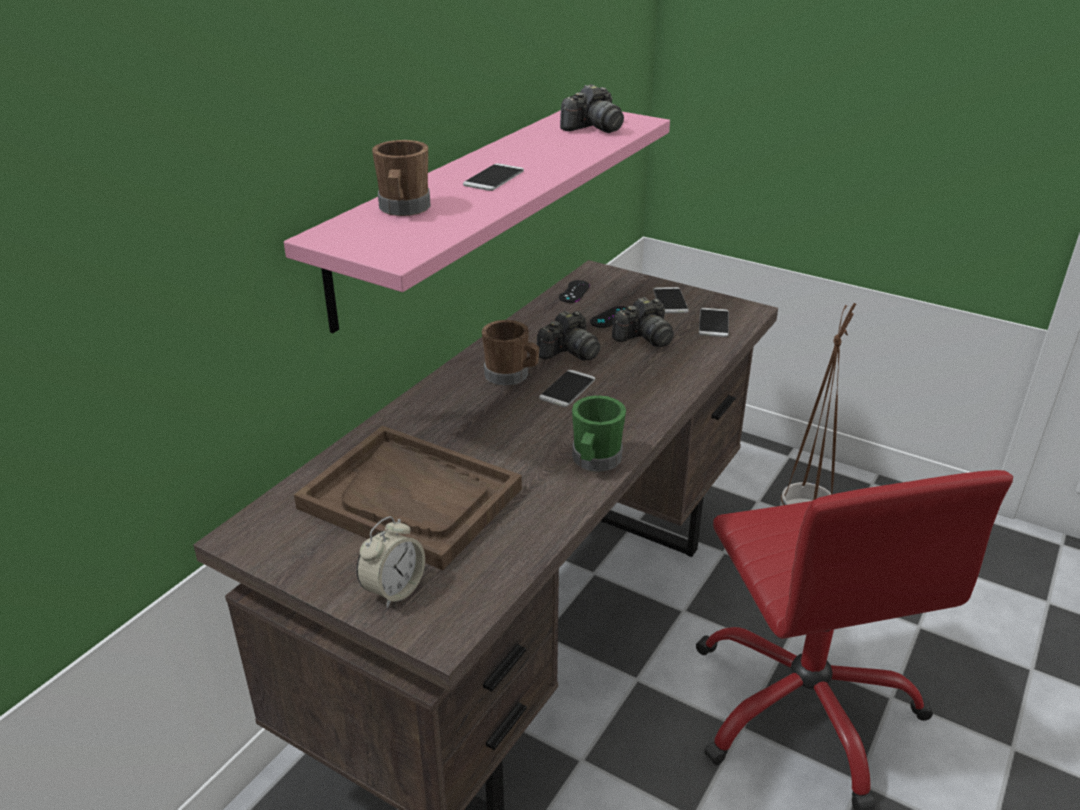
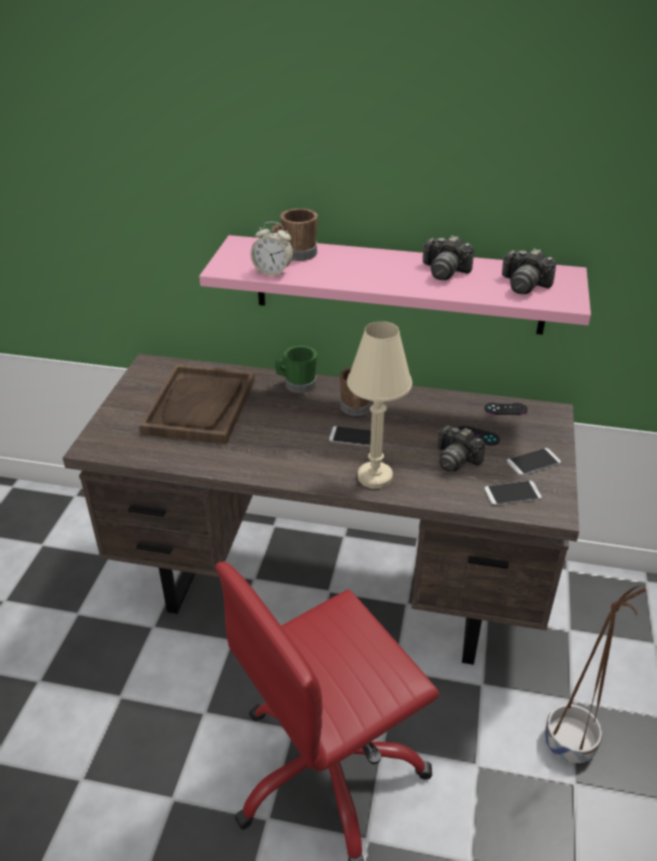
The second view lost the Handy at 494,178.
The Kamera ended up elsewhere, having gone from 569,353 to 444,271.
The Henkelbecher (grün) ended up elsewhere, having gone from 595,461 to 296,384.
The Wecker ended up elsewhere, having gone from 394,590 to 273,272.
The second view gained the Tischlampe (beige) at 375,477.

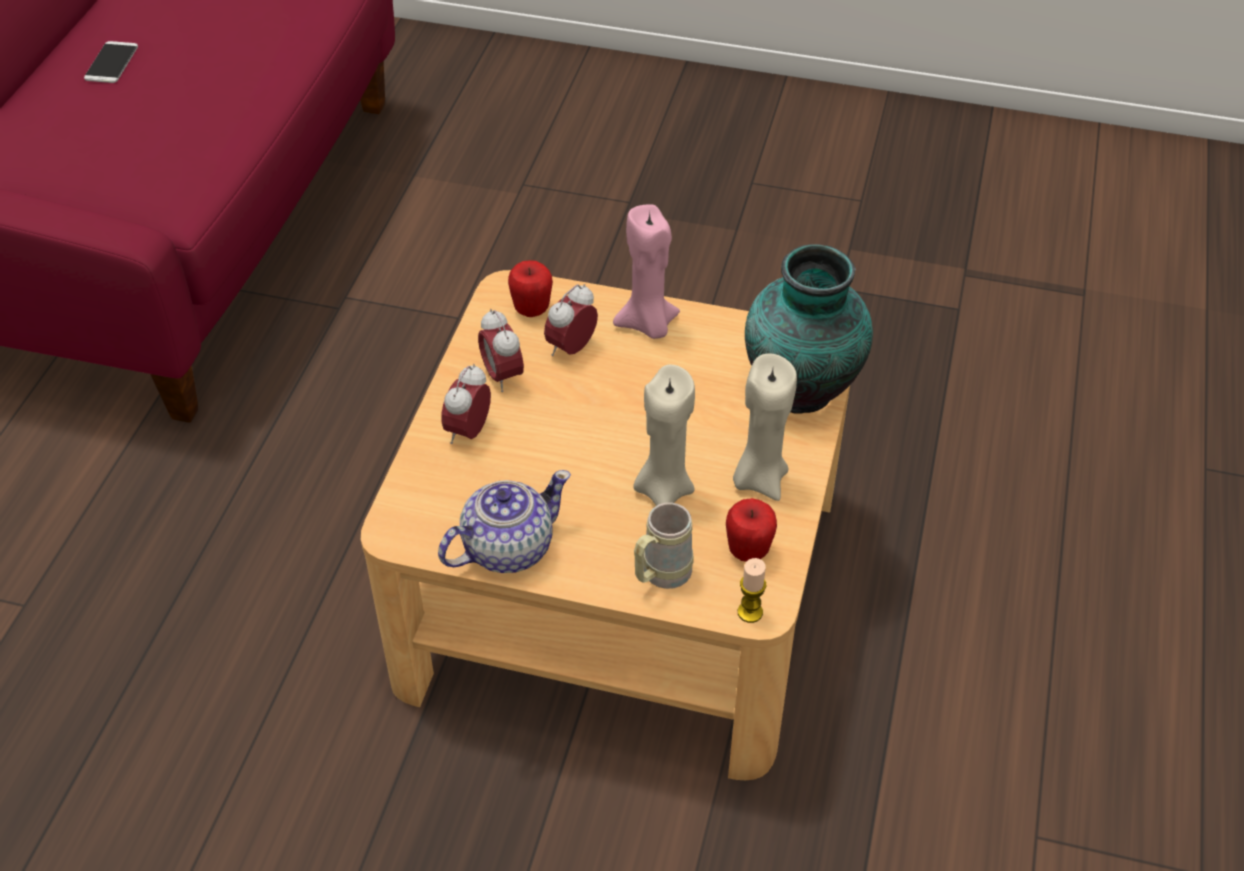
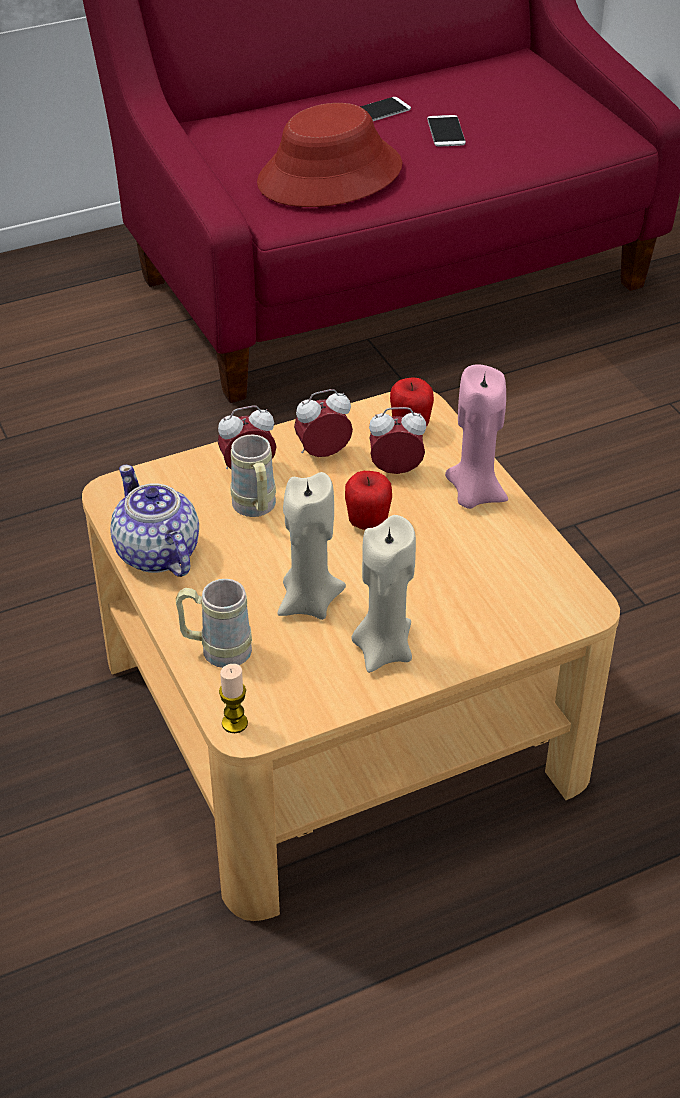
The second view lost the Vase at 803,388.
The Wecker at 502,376 ended up facing another way, 45 degrees clockwise from before.
The Teekanne at 506,548 ended up facing another way, 135 degrees counterclockwise from before.
The Apfel ended up elsewhere, having gone from 748,551 to 367,523.
The second view gained the Hut (rot) at 330,176.
The second view gained the Handy at 446,132.
The second view gained the Henkelbecher (beige) at 256,510.

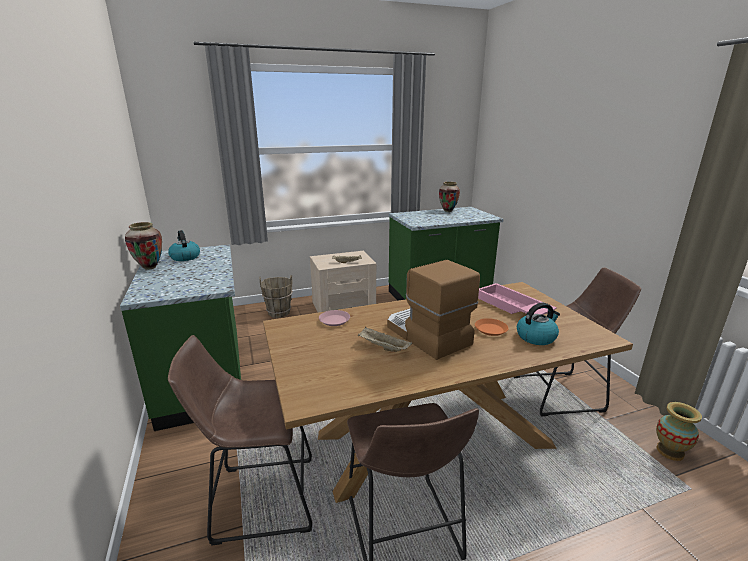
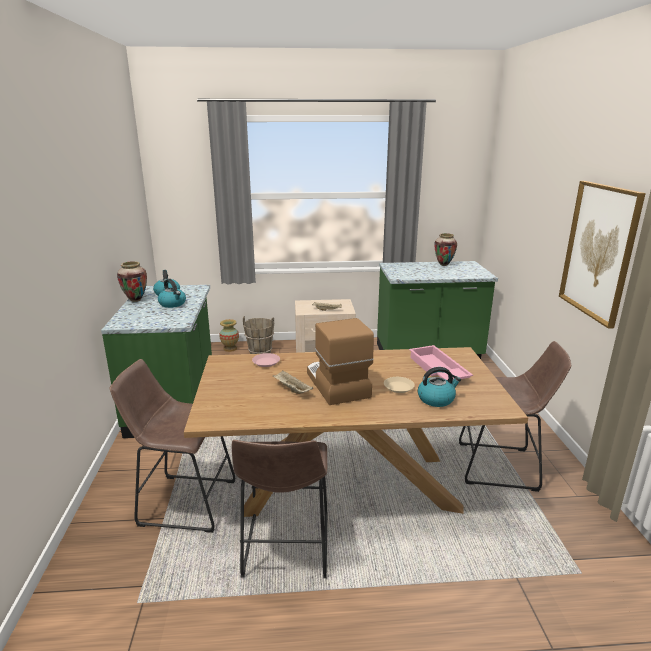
What was the Teller (orange) at 490,329 turned into the Teller (beige) at 398,387.
The Vase ended up elsewhere, having gone from 669,451 to 230,348.
The second view gained the Bild at 599,251.
The second view gained the Wasserkessel at 173,304.

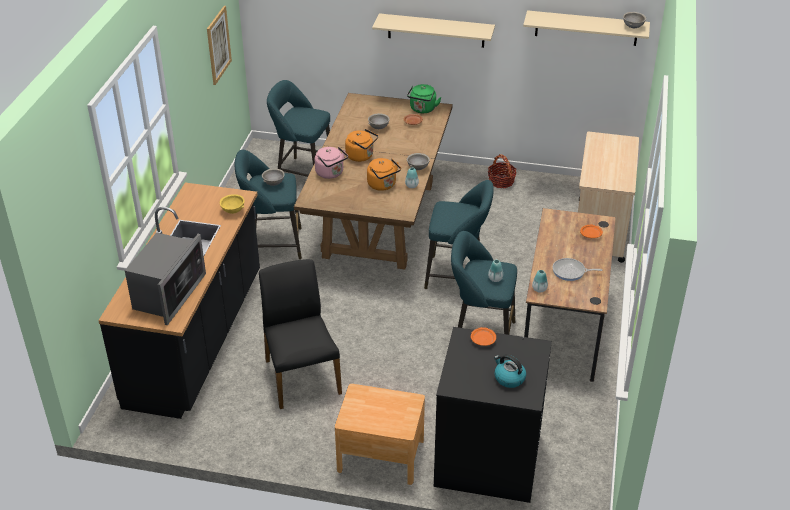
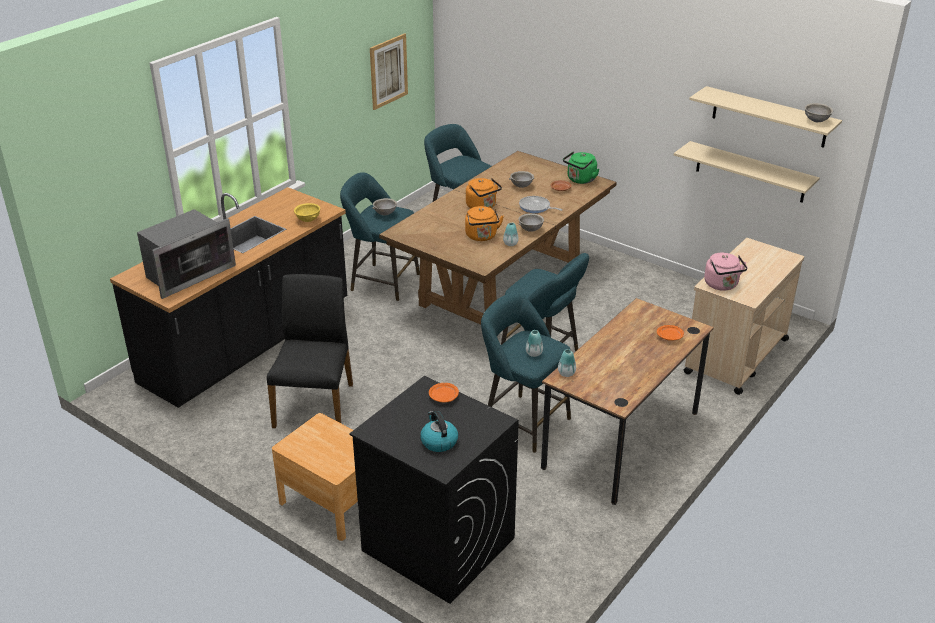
The Wandregal (beige) ended up elsewhere, having gone from 436,30 to 750,172.
The Wasserkessel (rosa) ended up elsewhere, having gone from 331,173 to 722,285.
The second view lost the Korb at 501,181.
The Pfanne ended up elsewhere, having gone from 570,272 to 536,207.

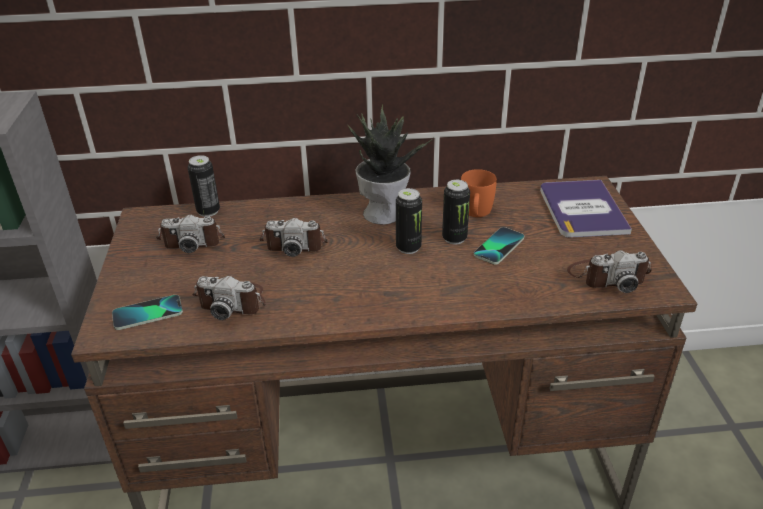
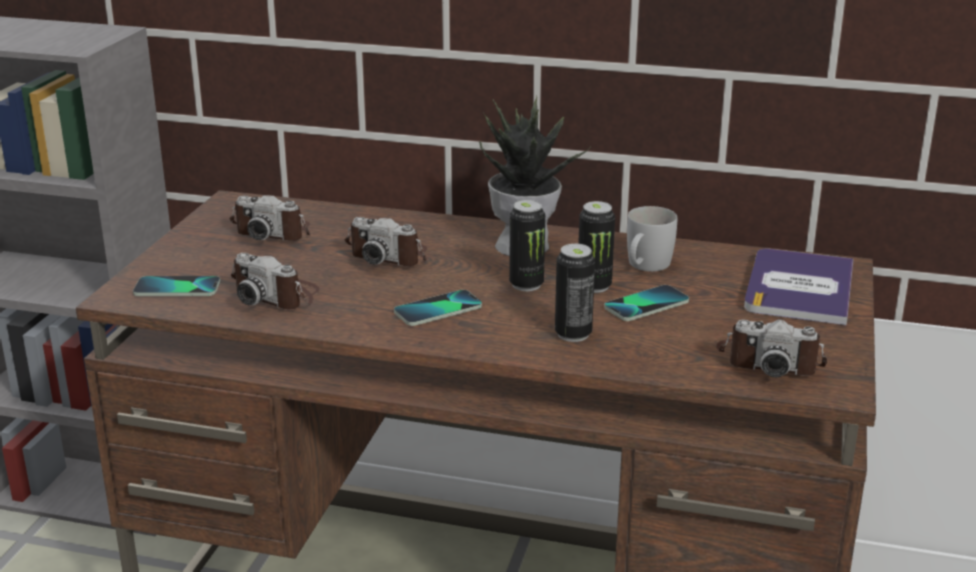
The Dose ended up elsewhere, having gone from 208,211 to 573,334.
What was the Henkelbecher (orange) at 476,213 turned into the Henkelbecher (weiß) at 645,267.
The second view gained the Handy at 438,310.

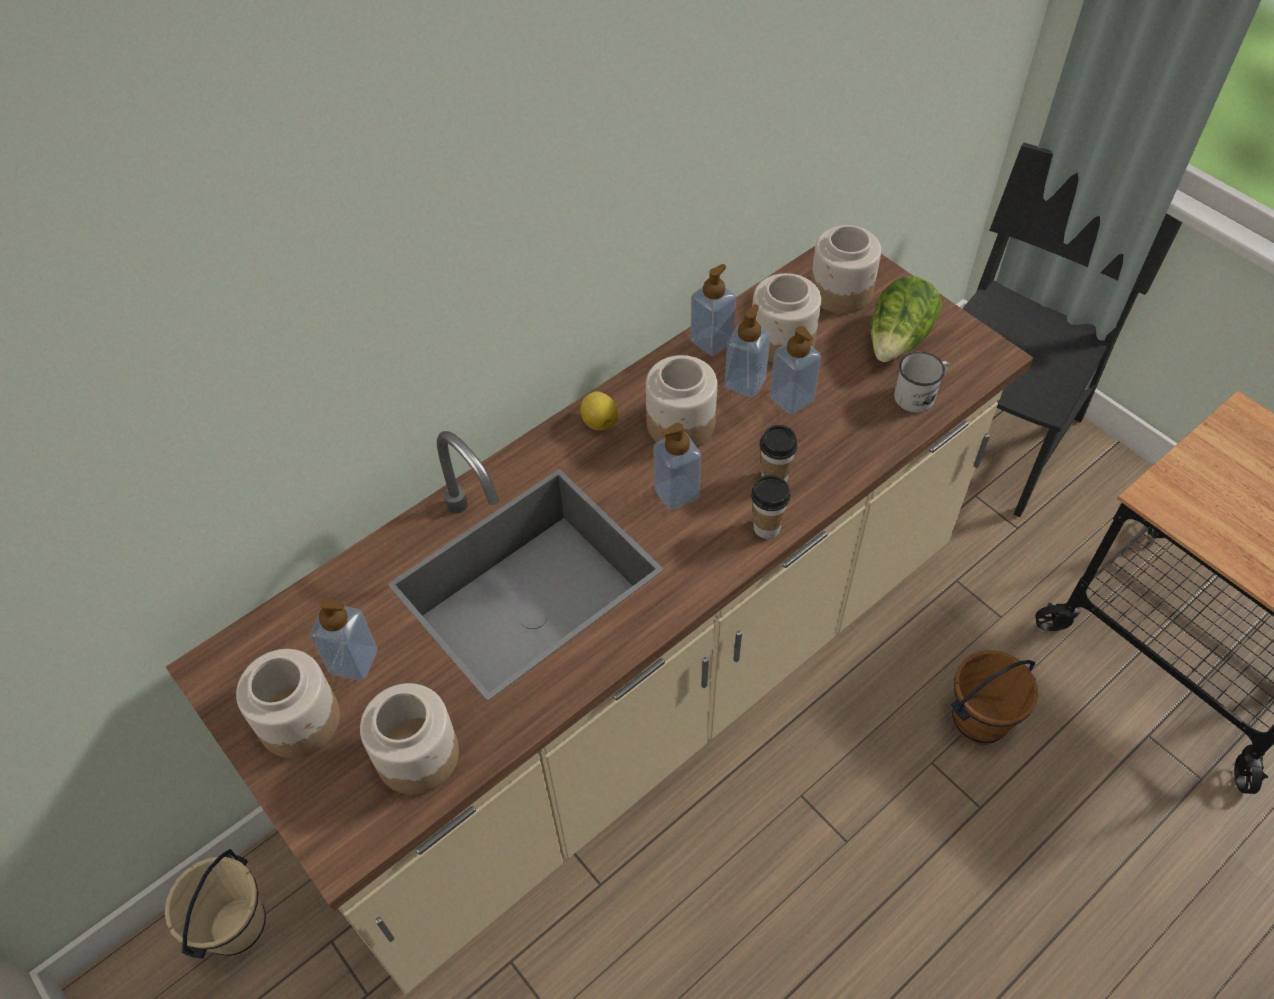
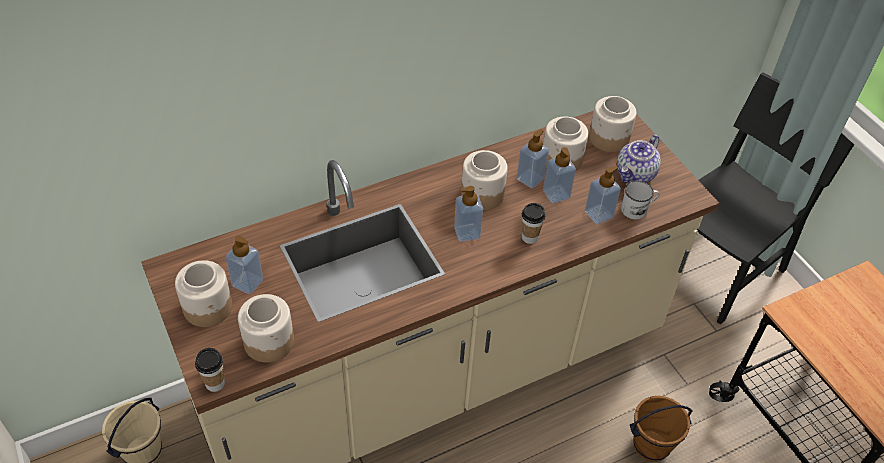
The Seifenspender ended up elsewhere, having gone from 711,341 to 598,214.
Where the Salatkopf stood at 898,340, the Teekanne came to stand at 635,174.
The second view lost the Zitrone at 599,421.
The Tasse ended up elsewhere, having gone from 766,528 to 215,383.

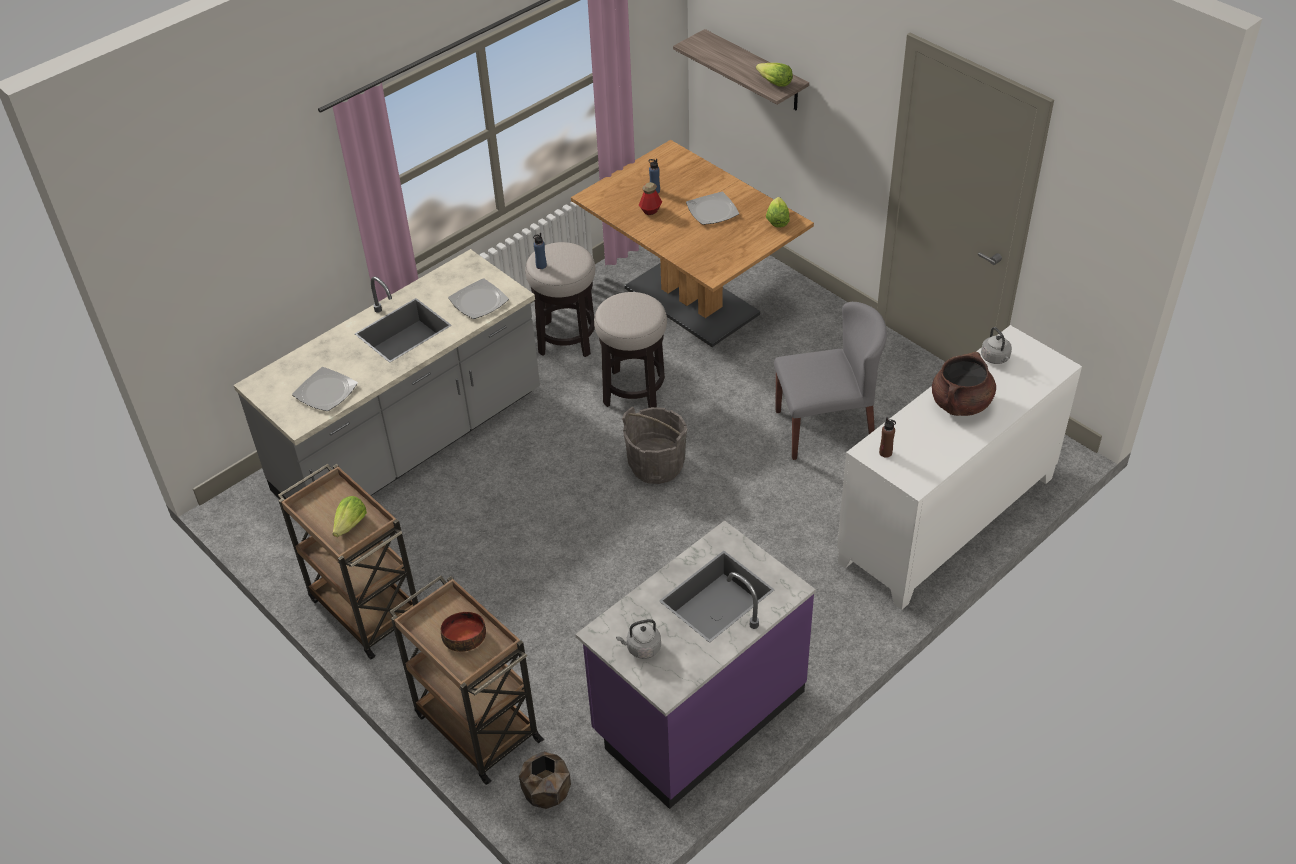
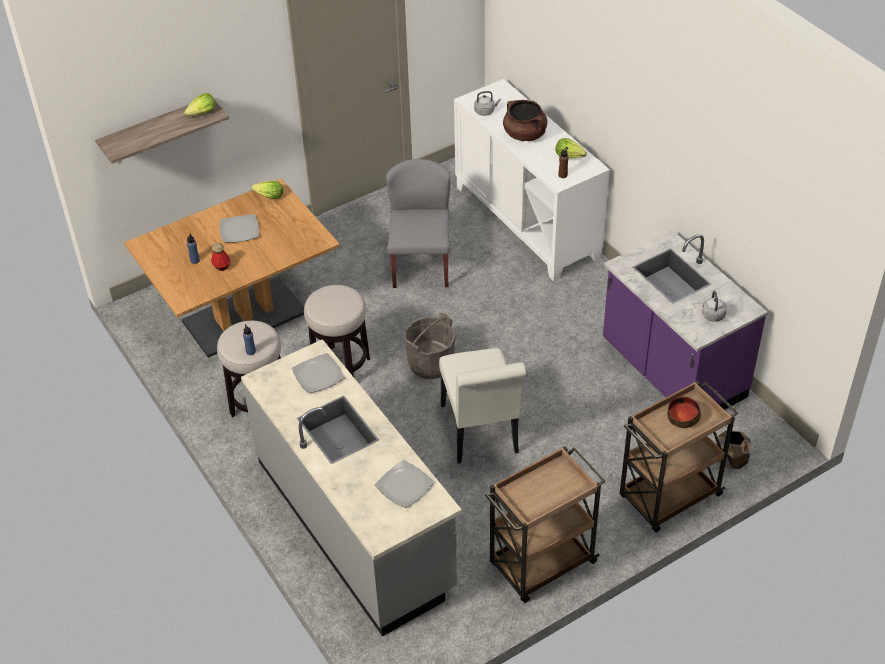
The Salatkopf ended up elsewhere, having gone from 351,524 to 569,155.
The second view gained the Stuhl (weiß) at 481,434.

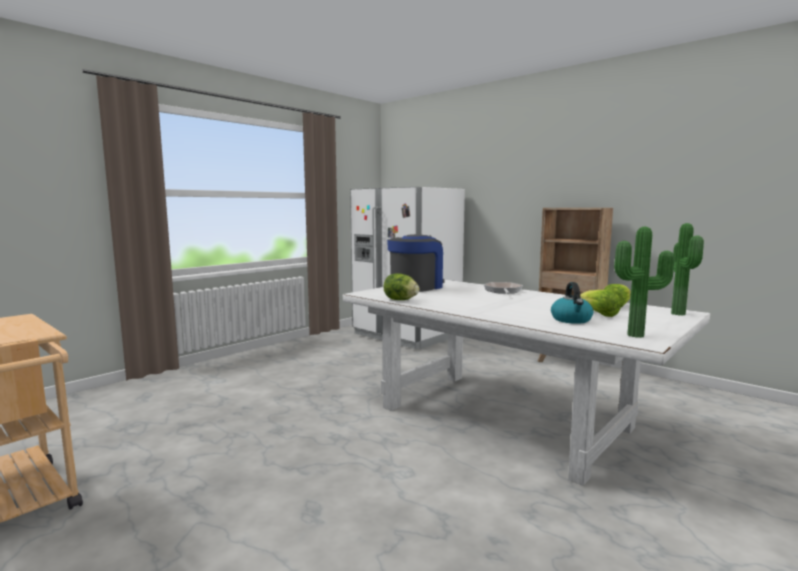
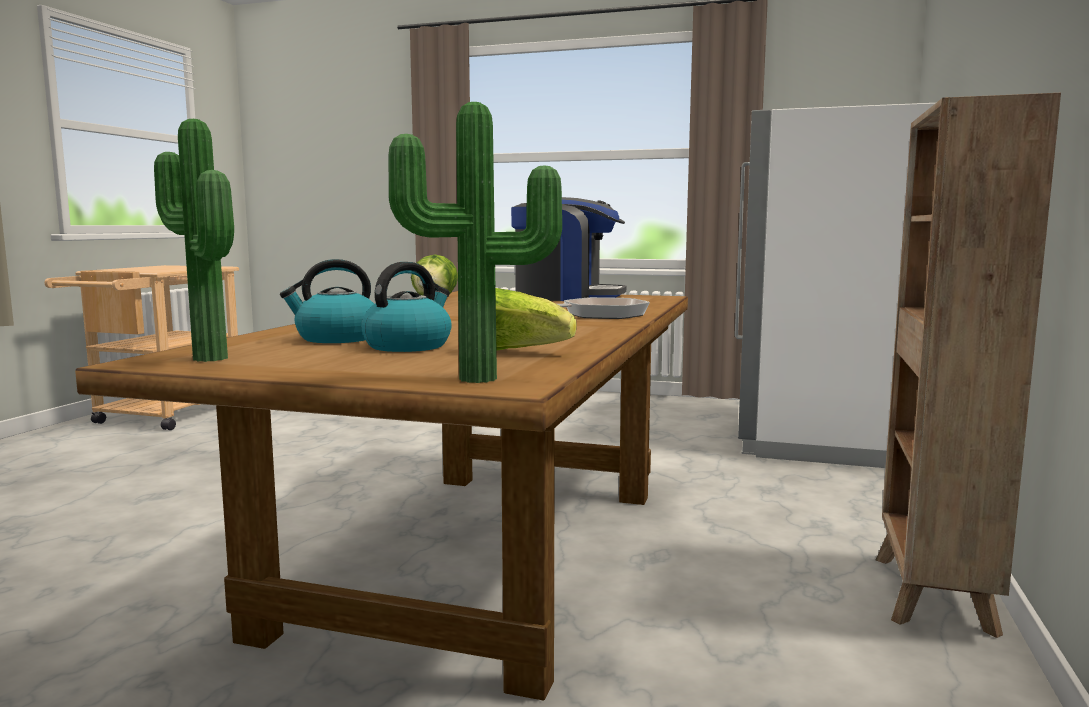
What was the Esstisch (weiß) at 502,417 turned into the Esstisch (braun) at 484,555.
Where the Salatkopf stood at 598,314, the Wasserkessel came to stand at 408,346.

